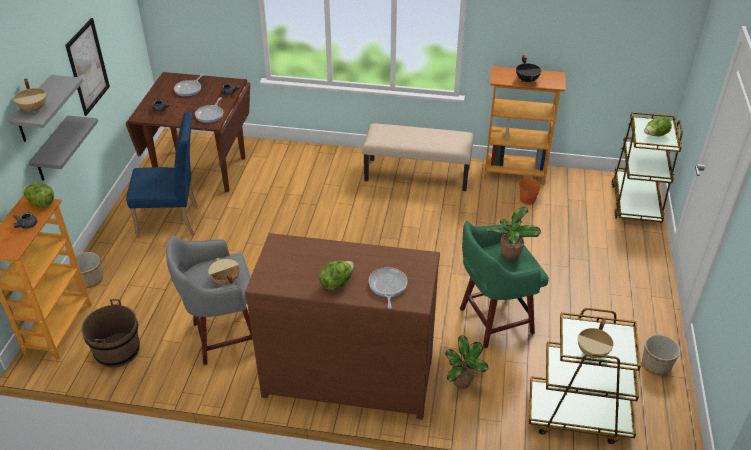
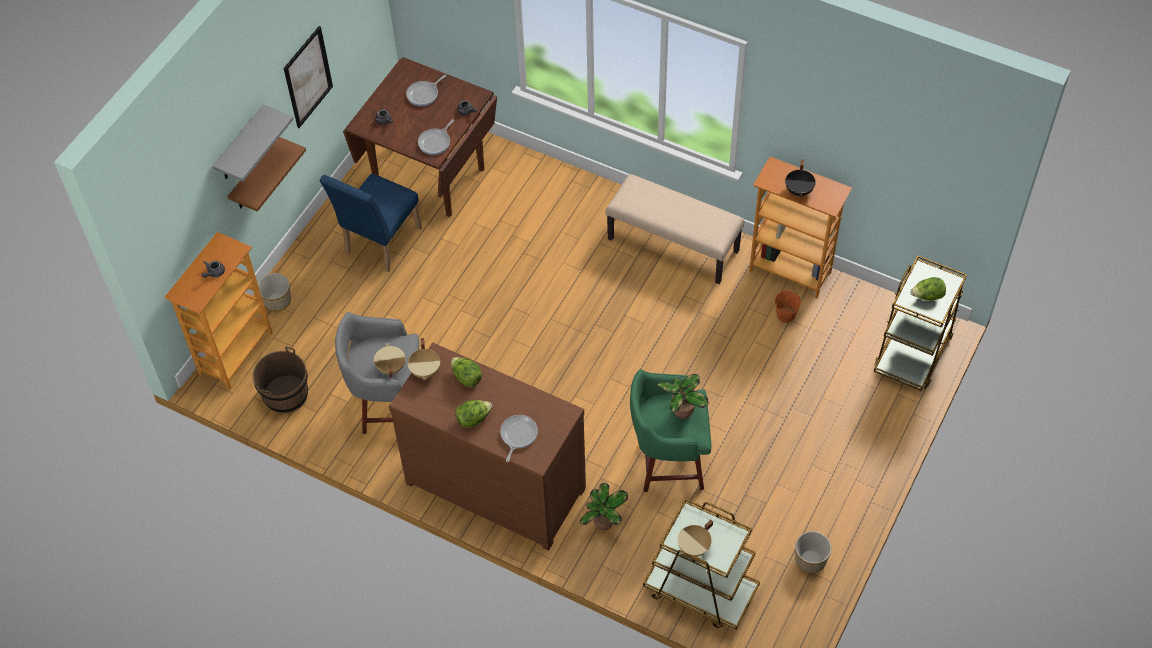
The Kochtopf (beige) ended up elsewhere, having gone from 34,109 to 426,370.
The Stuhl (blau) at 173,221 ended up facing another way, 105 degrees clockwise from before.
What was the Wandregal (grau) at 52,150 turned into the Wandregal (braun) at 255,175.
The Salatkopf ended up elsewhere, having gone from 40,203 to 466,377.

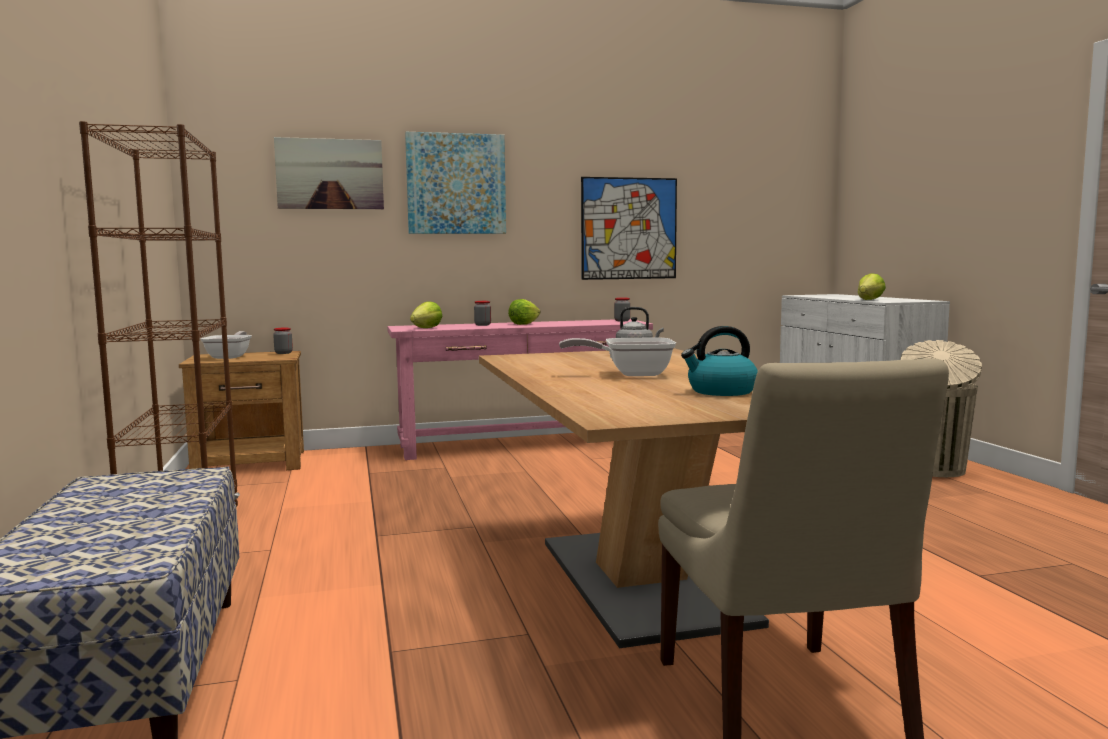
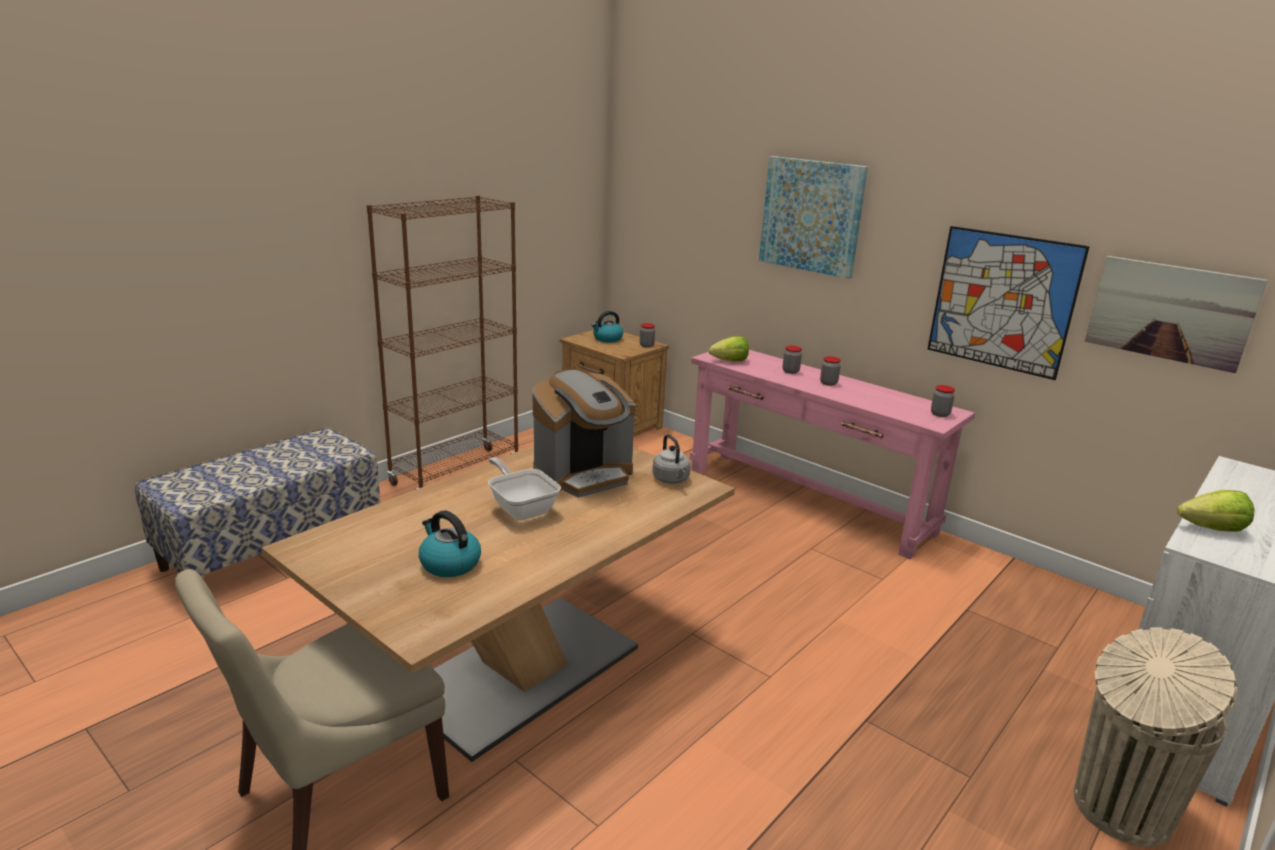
The Bild ended up elsewhere, having gone from 330,174 to 1170,312.
Where the Salatkopf stood at 524,324, the Vorratsglas came to stand at 828,383.
Where the Pfanne stood at 230,357, the Wasserkessel came to stand at 607,339.
The second view gained the Kaffeemaschine at 583,476.

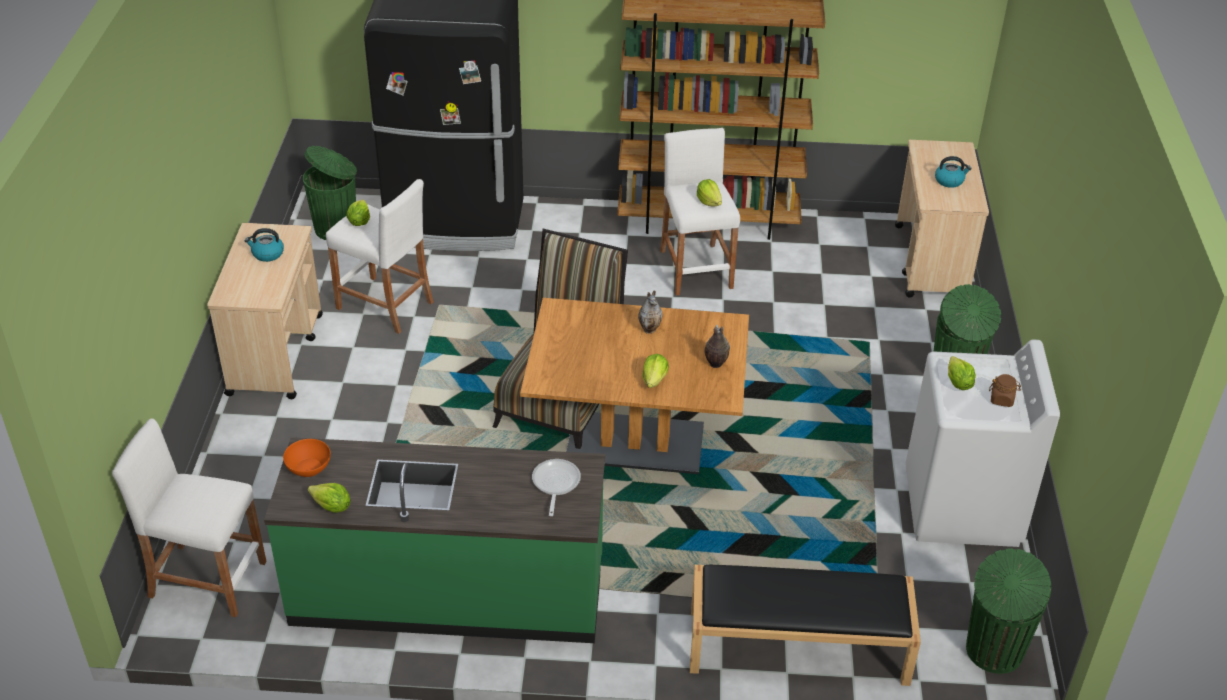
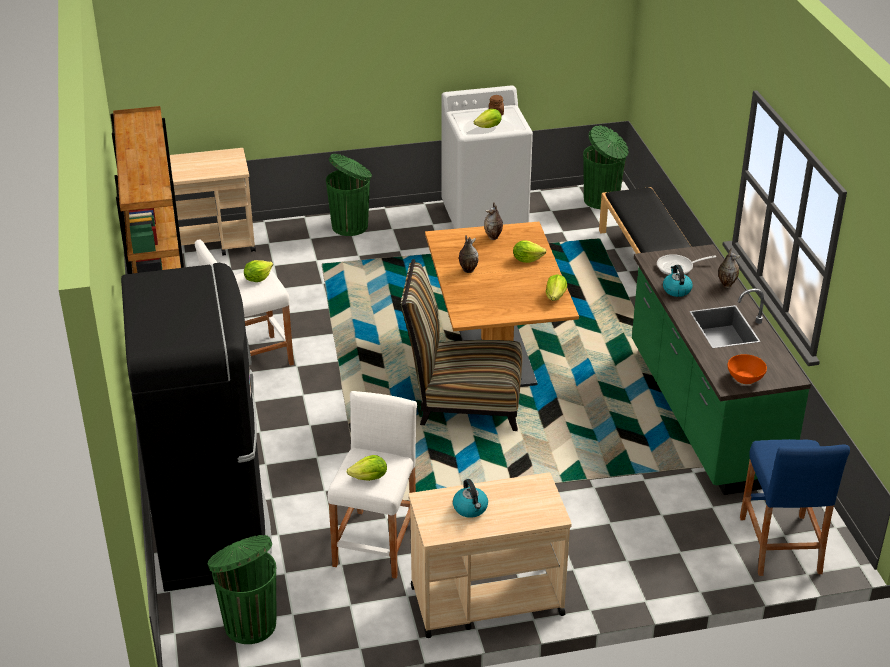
The Wasserkessel ended up elsewhere, having gone from 949,181 to 676,290.
What was the Hocker (weiß) at 207,579 turned into the Hocker (blau) at 780,545.
The Salatkopf ended up elsewhere, having gone from 332,507 to 555,296.
The second view gained the Vase at 726,284.

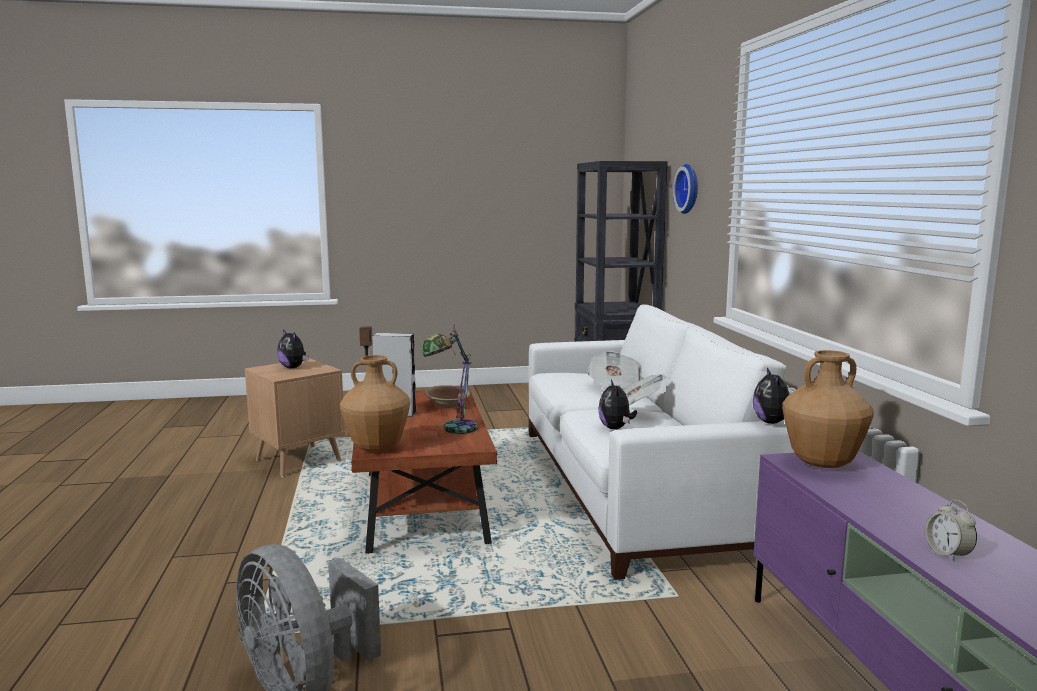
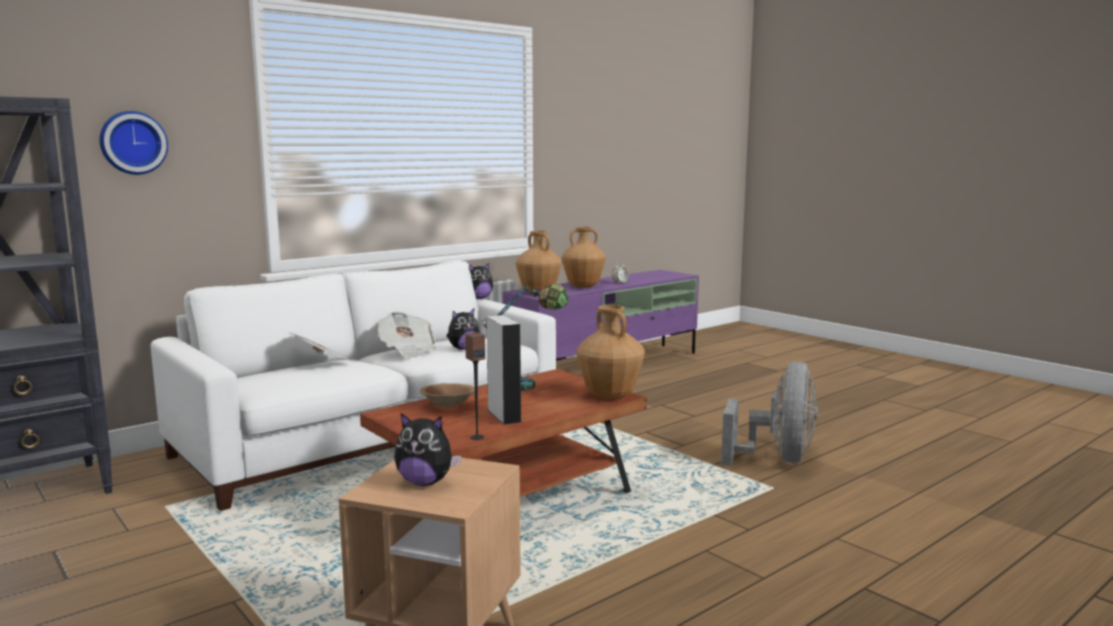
The Plüschtier at 293,367 ended up facing another way, 90 degrees clockwise from before.
The second view gained the Vase (braun) at 583,286.

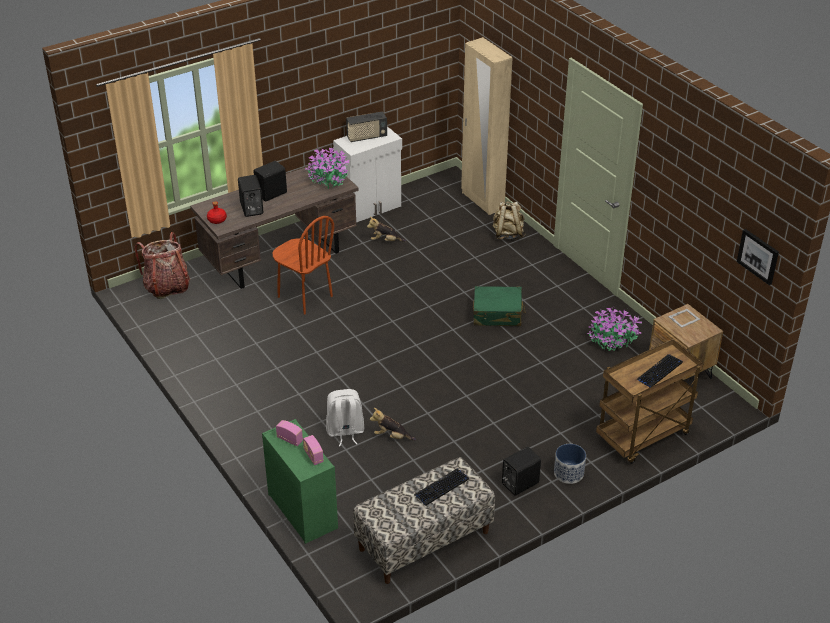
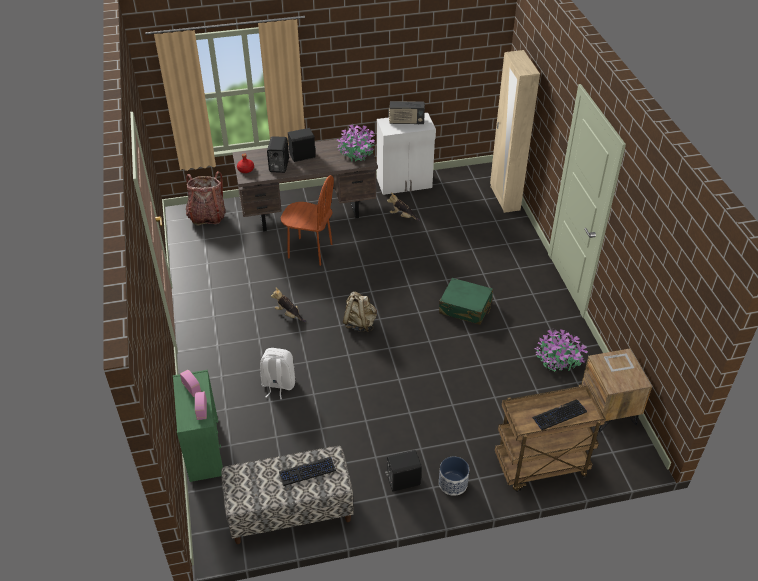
The Rucksack (beige) ended up elsewhere, having gone from 507,234 to 360,323.
The Stuhl (braun) at 304,297 ended up facing another way, 45 degrees counterclockwise from before.
The second view lost the Bild at 758,256.
The Plüschtier ended up elsewhere, having gone from 392,436 to 289,314.

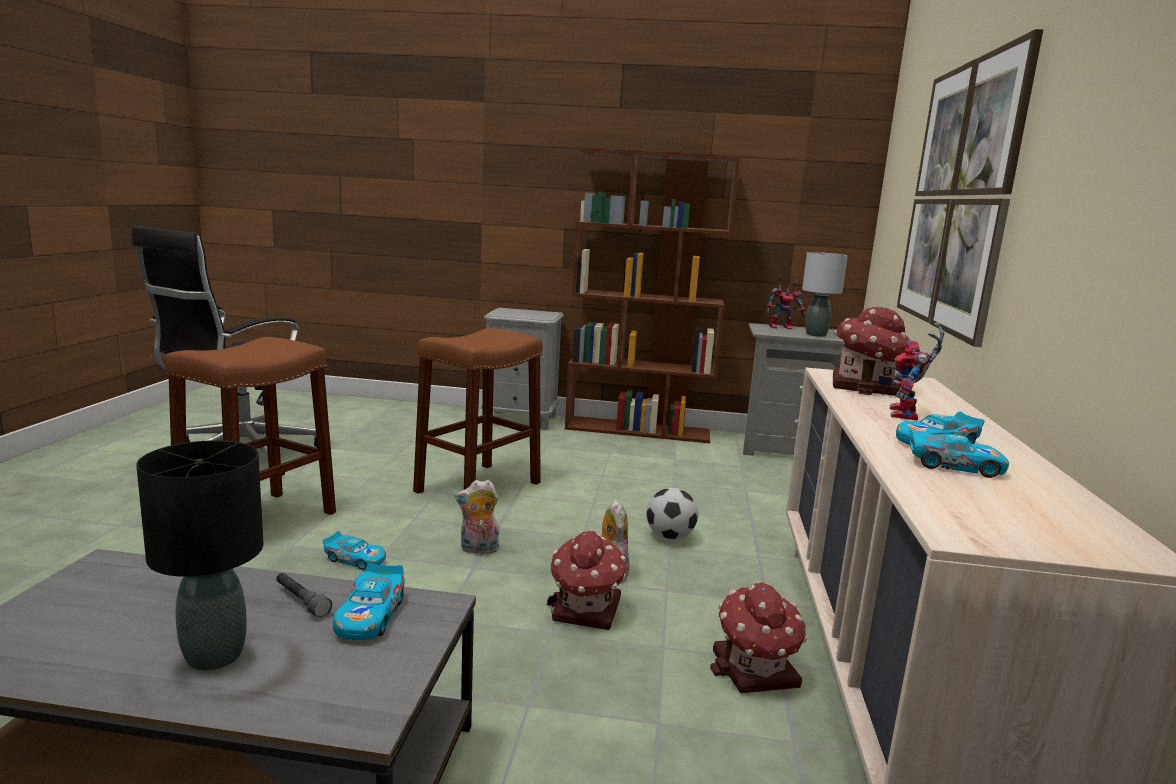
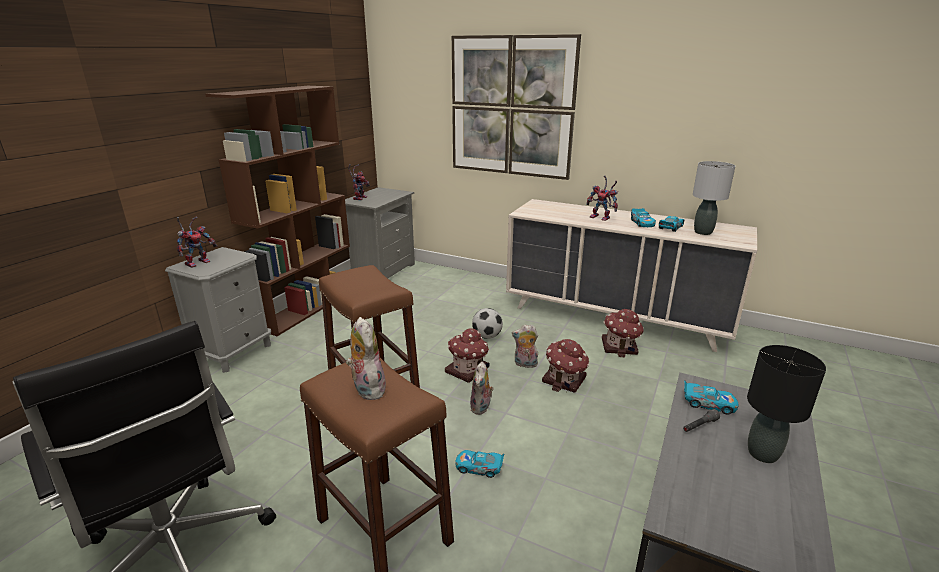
The Tischlampe (grau) ended up elsewhere, having gone from 816,335 to 702,232.
The Spielzeughaus ended up elsewhere, having gone from 866,387 to 467,370.
The Spielzeugauto at 355,559 ended up facing another way, 120 degrees counterclockwise from before.
The second view gained the Spielzeugroboter at 198,262.
The second view gained the Plüschtier at 367,388.

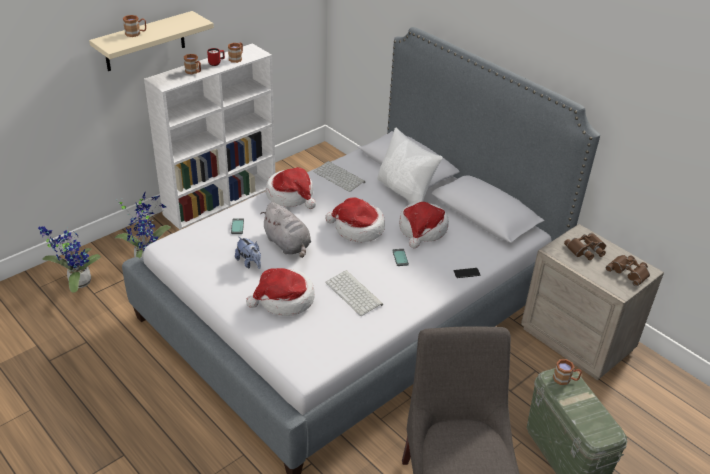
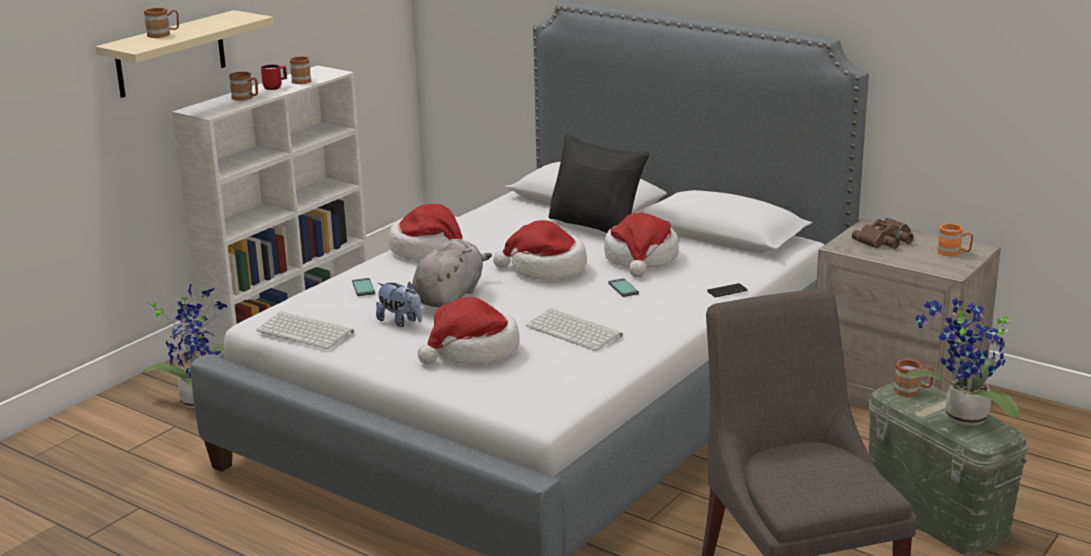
What was the Kissen (weiß) at 405,192 turned into the Kissen (schwarz) at 596,226.
The Tastatur ended up elsewhere, having gone from 340,177 to 307,331.
The Plüschtier (grau) at 288,245 ended up facing another way, 105 degrees counterclockwise from before.
The Topfpflanze ended up elsewhere, having gone from 77,282 to 961,419.
Where the Fernglas (braun) stood at 629,272, the Henkelbecher (orange) came to stand at 954,253.

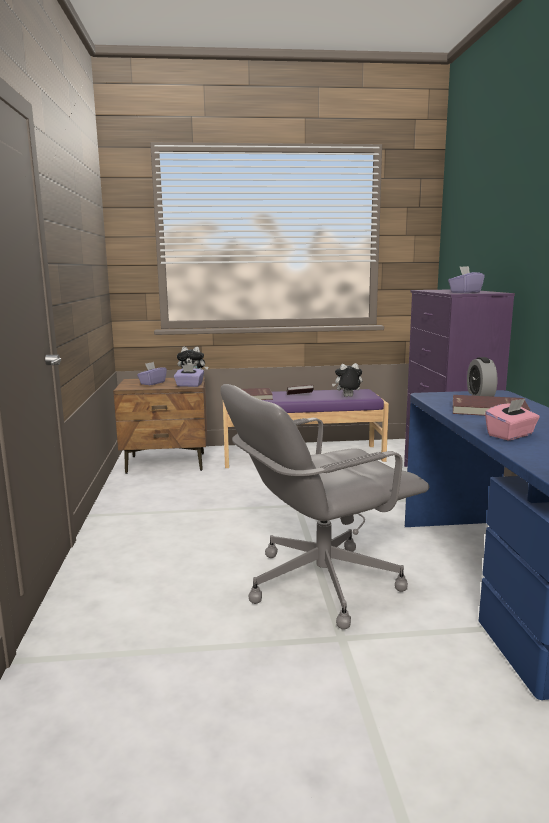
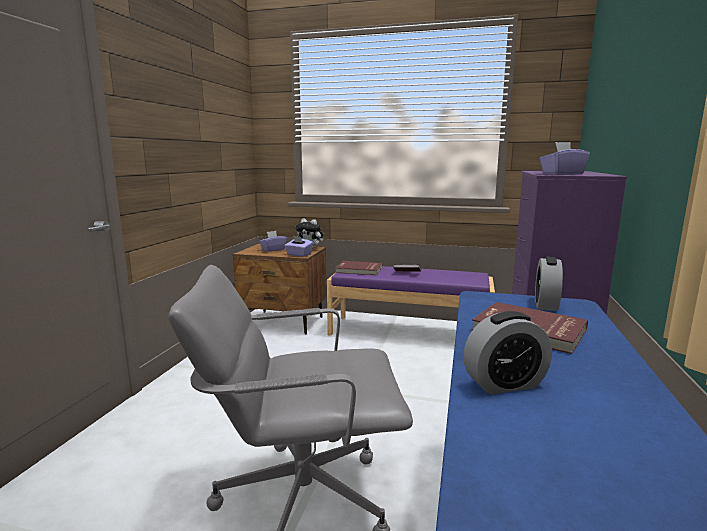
The second view lost the Plüschtier at 347,397.
Where the Taschentuchbox (rosa) stood at 510,435, the Wecker came to stand at 504,384.

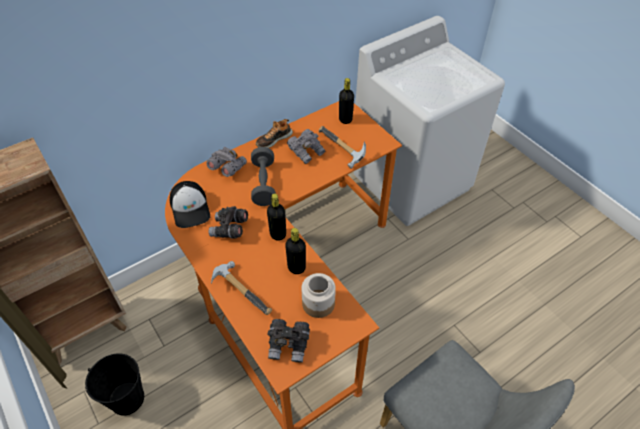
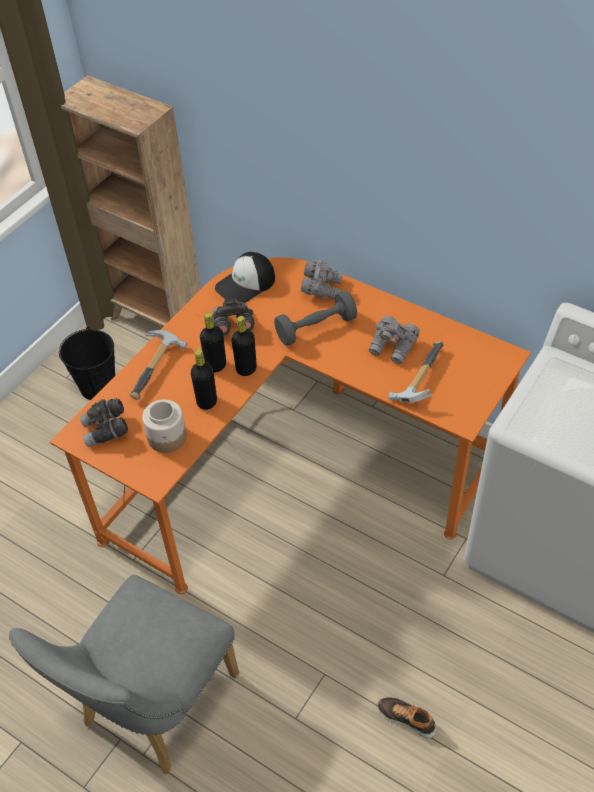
The Flasche (schwarz) ended up elsewhere, having gone from 345,119 to 215,365.
The Schuh ended up elsewhere, having gone from 274,139 to 407,718.

